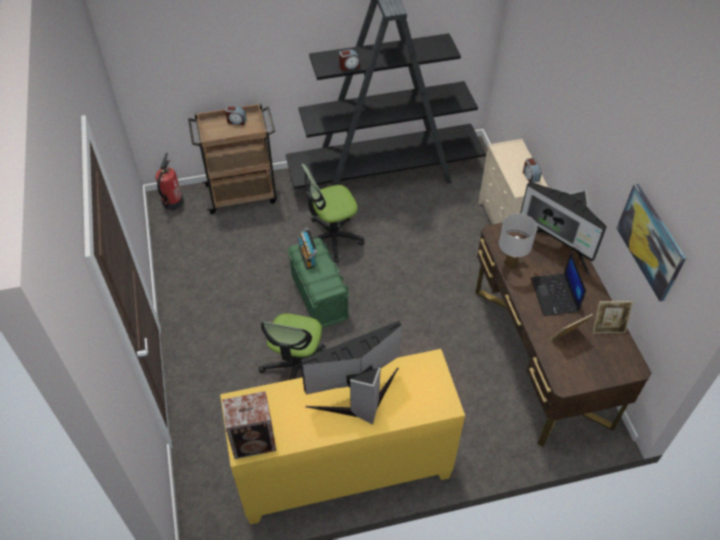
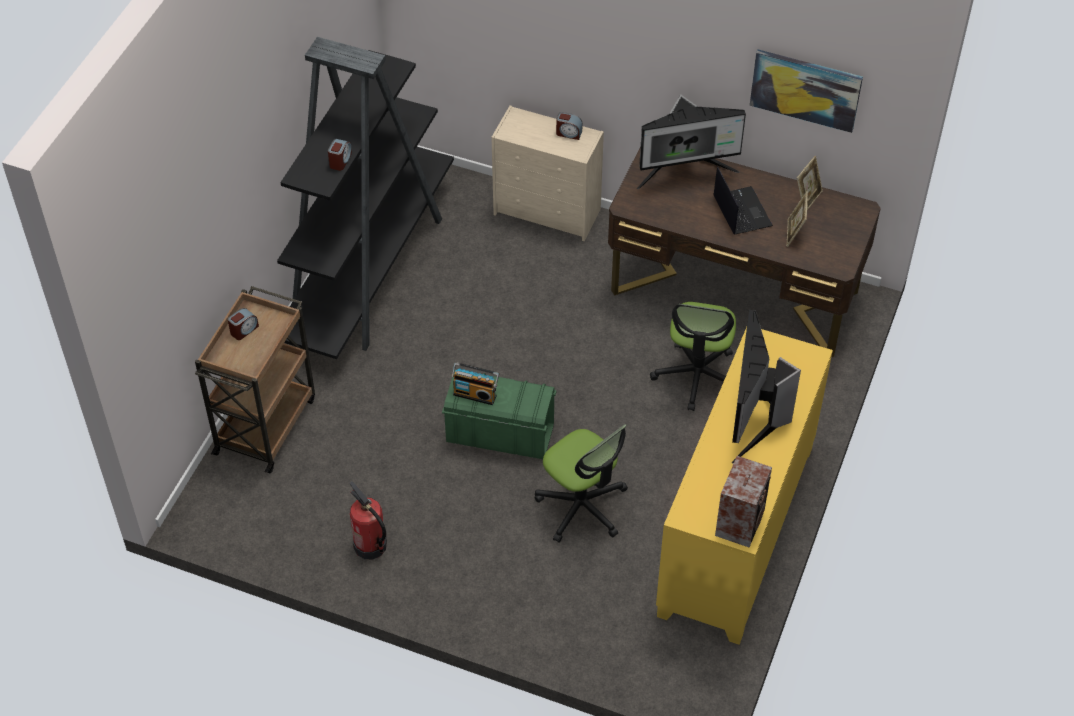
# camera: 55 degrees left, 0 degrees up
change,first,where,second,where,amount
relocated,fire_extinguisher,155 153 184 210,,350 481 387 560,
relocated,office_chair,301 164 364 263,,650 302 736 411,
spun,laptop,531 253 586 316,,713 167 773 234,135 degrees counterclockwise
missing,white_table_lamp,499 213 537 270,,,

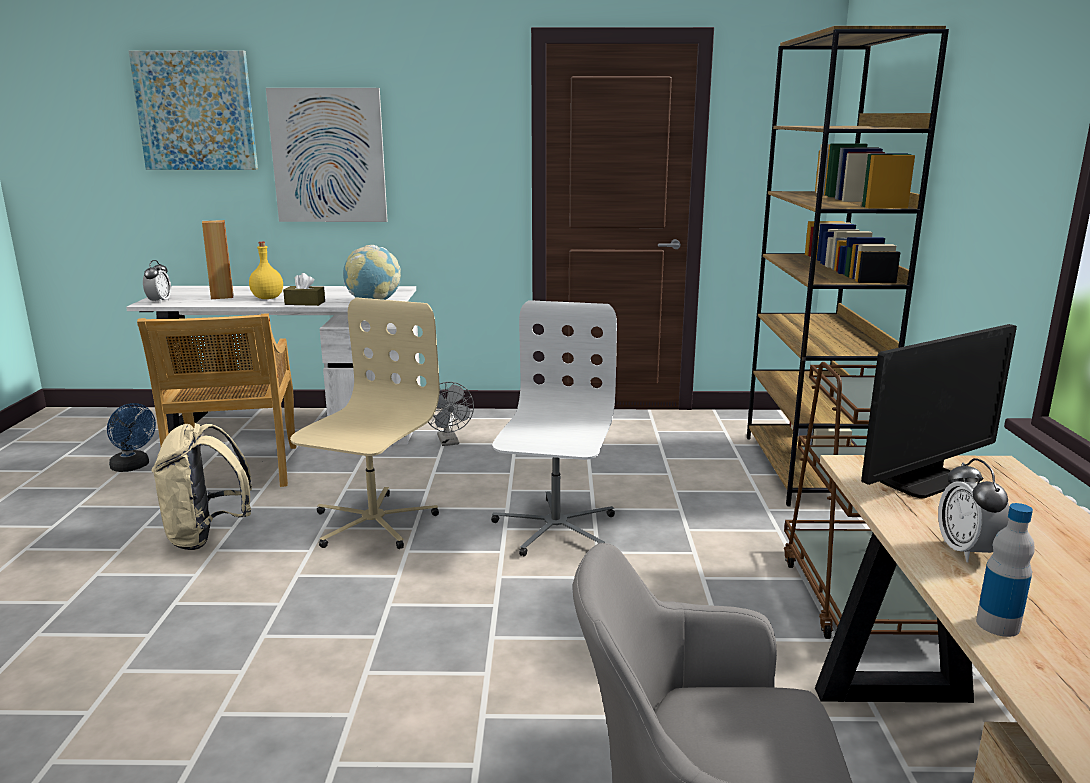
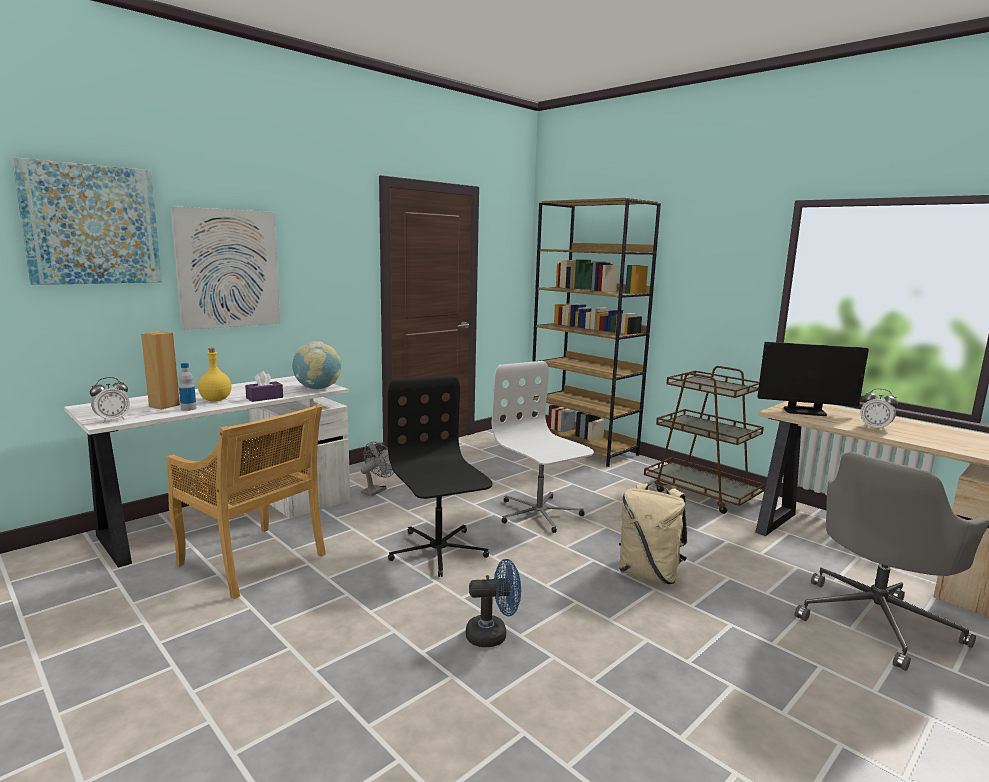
# camera: 45 degrees left, 5 degrees down
change,first,where,second,where,amount
spun,alarm_clock,143 260 171 304,,90 377 130 423,90 degrees clockwise
relocated,bottle,976 503 1035 637,,179 363 197 411,
colour,brown_tissue_box,283 273 325 306,purple_tissue_box,245 371 283 402,
spun,grey_fan,428 382 474 446,,361 441 394 497,90 degrees counterclockwise
colour,beige_office_chair,290 297 440 549,black_office_chair,387 375 493 577,
relocated,blue_fan,107 403 156 472,,466 559 521 647,
relocated,beige_backpack,152 423 252 550,,619 483 687 584,
spun,monitor,861 324 1017 498,,757 342 869 416,90 degrees clockwise

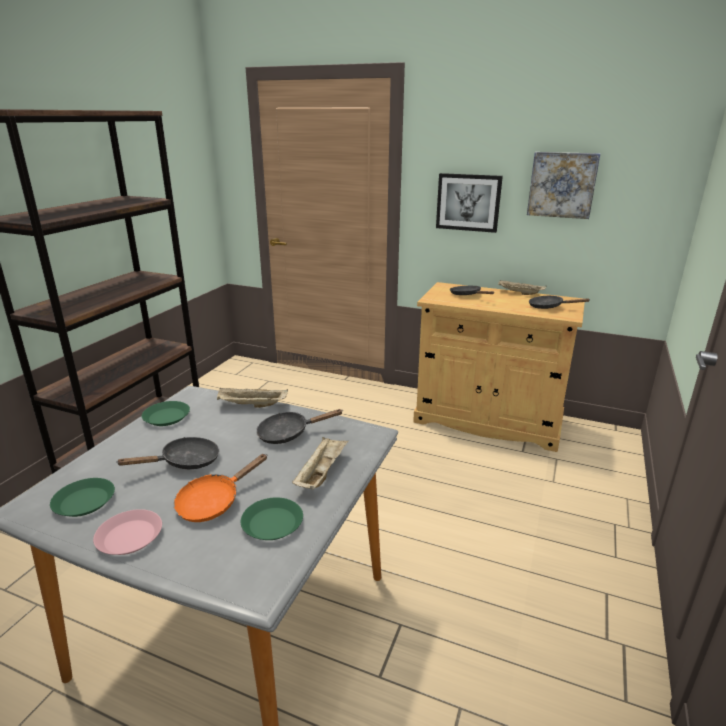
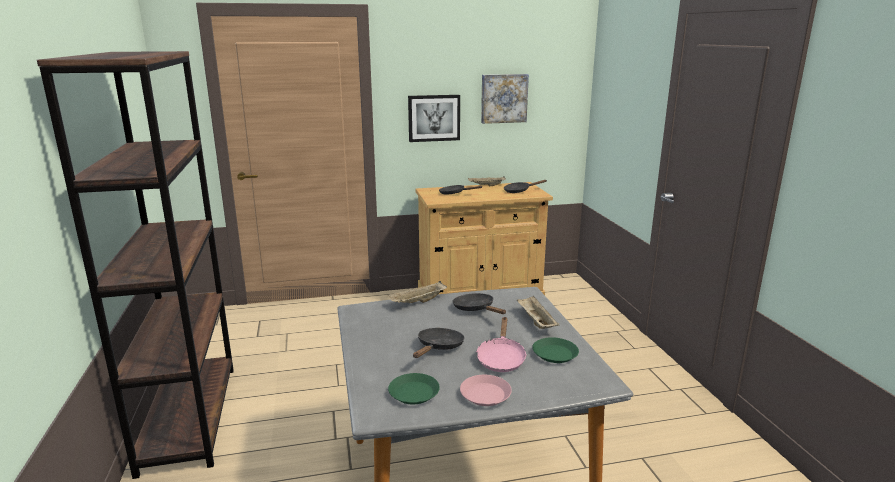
# camera: 35 degrees left, 5 degrees down
change,first,where,second,where,amount
spun,black_frying_pan,256 409 343 444,,452 293 506 314,105 degrees clockwise
colour,orange_frying_pan,174 454 267 522,pink_frying_pan,476 317 527 372,
missing,green_plate,142 401 190 426,,,

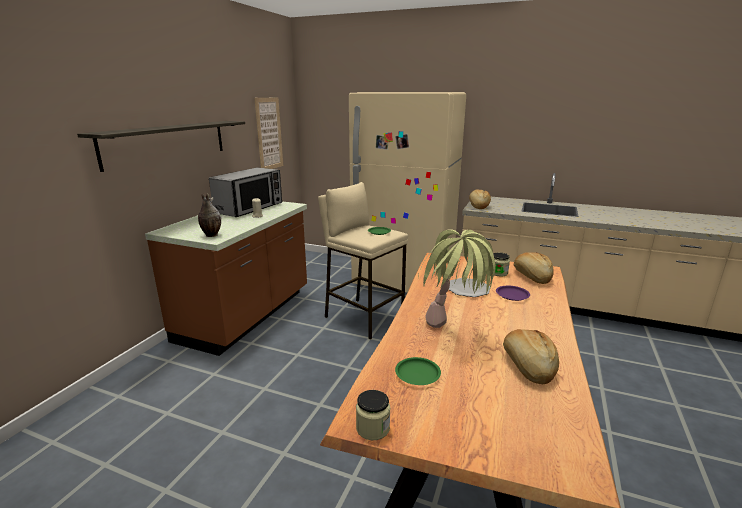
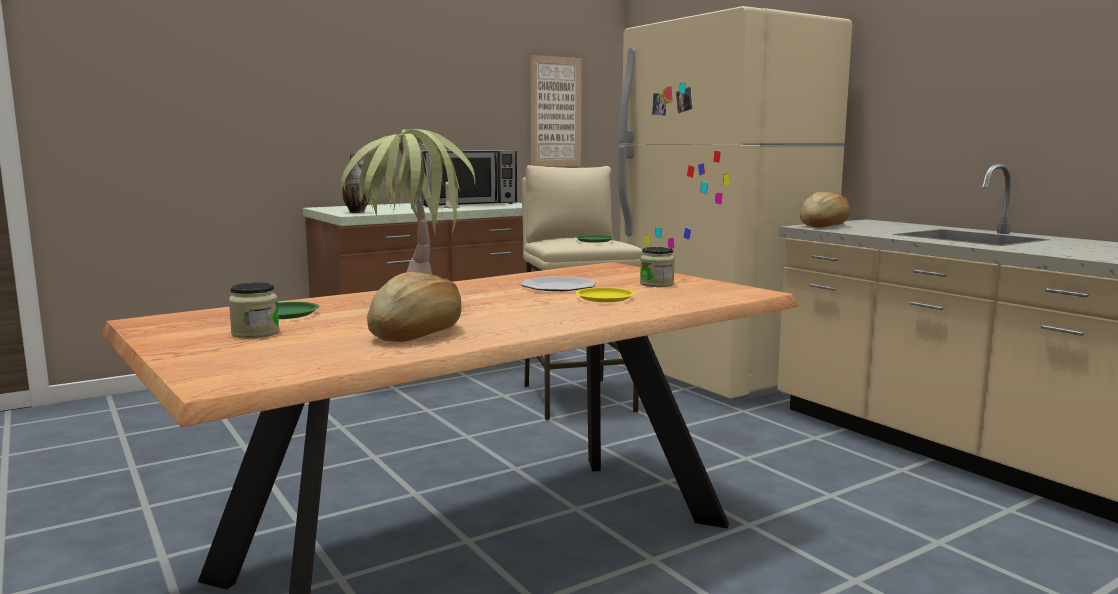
# camera: 35 degrees right, 10 degrees down
change,first,where,second,where,amount
relocated,jar,356 390 390 440,,229 282 280 338,
colour,purple_plate,496 286 530 301,yellow_plate,575 287 635 302,
missing,shelf,77 121 245 172,,,
missing,bread,514 252 554 284,,,

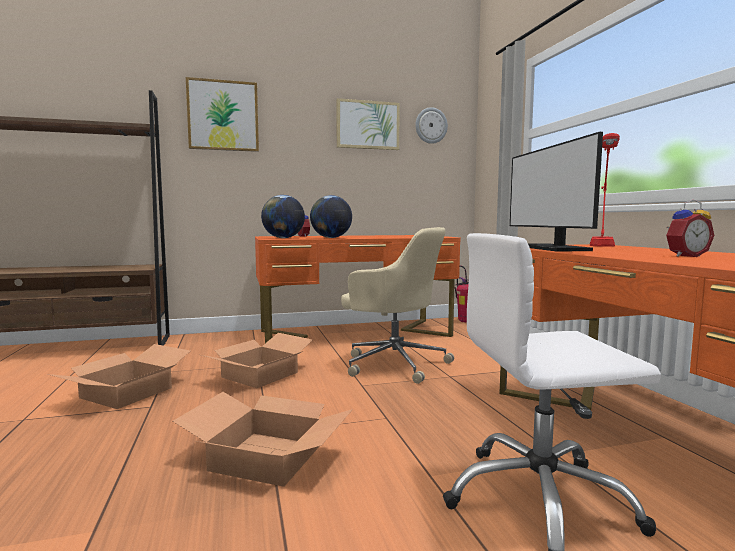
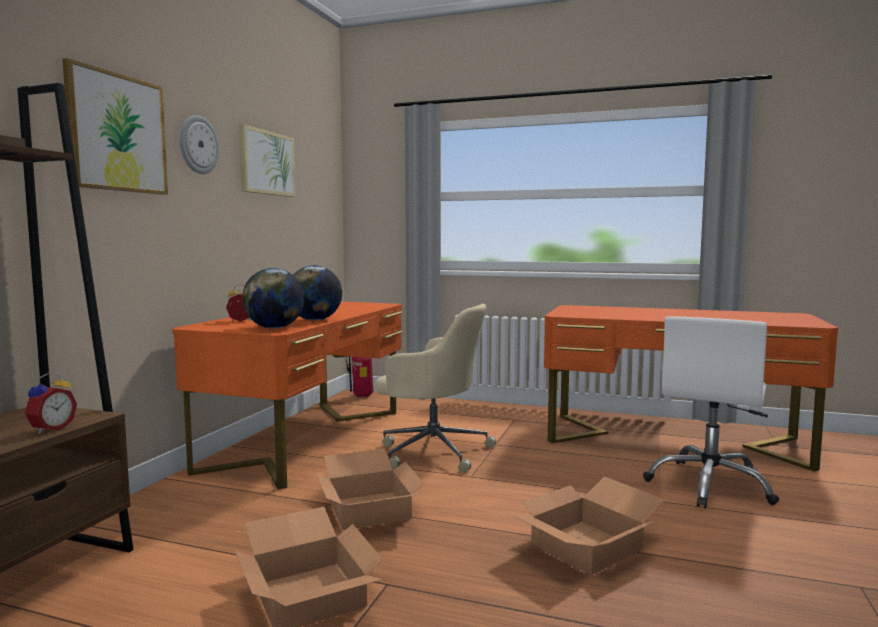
# camera: 55 degrees left, 0 degrees up
change,first,where,second,where,amount
relocated,alarm_clock,666 199 714 257,,25 372 77 434,
relocated,wall_clock,415 107 448 144,,179 115 219 174,
spun,beige_office_chair,341 227 454 384,,376 304 496 473,45 degrees clockwise
missing,monitor,510 132 603 252,,,
missing,red_table_lamp,590 133 620 247,,,

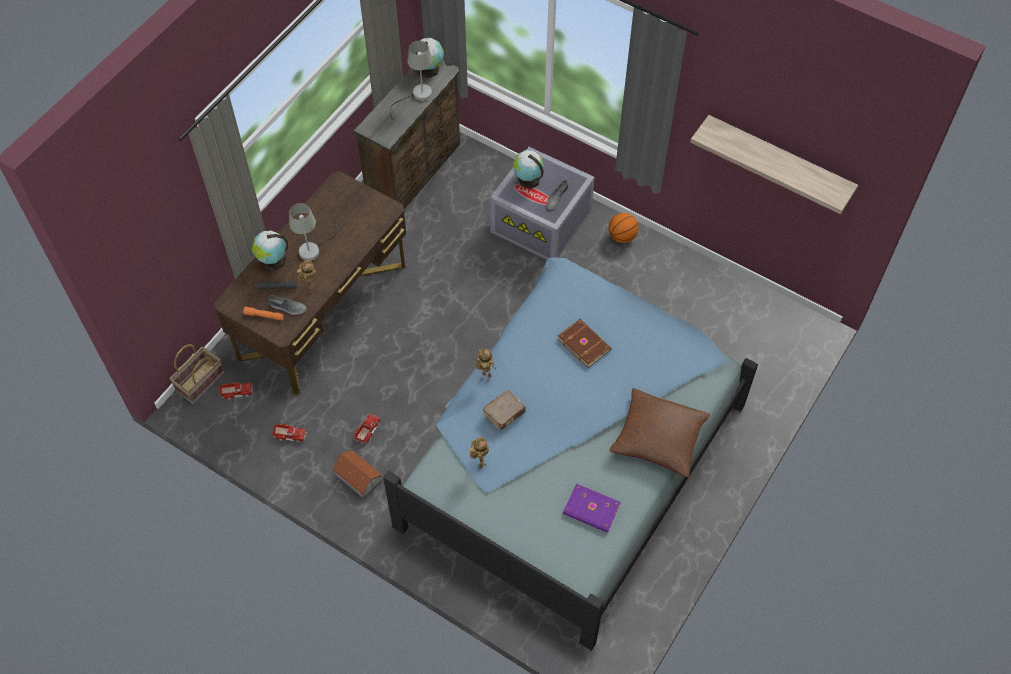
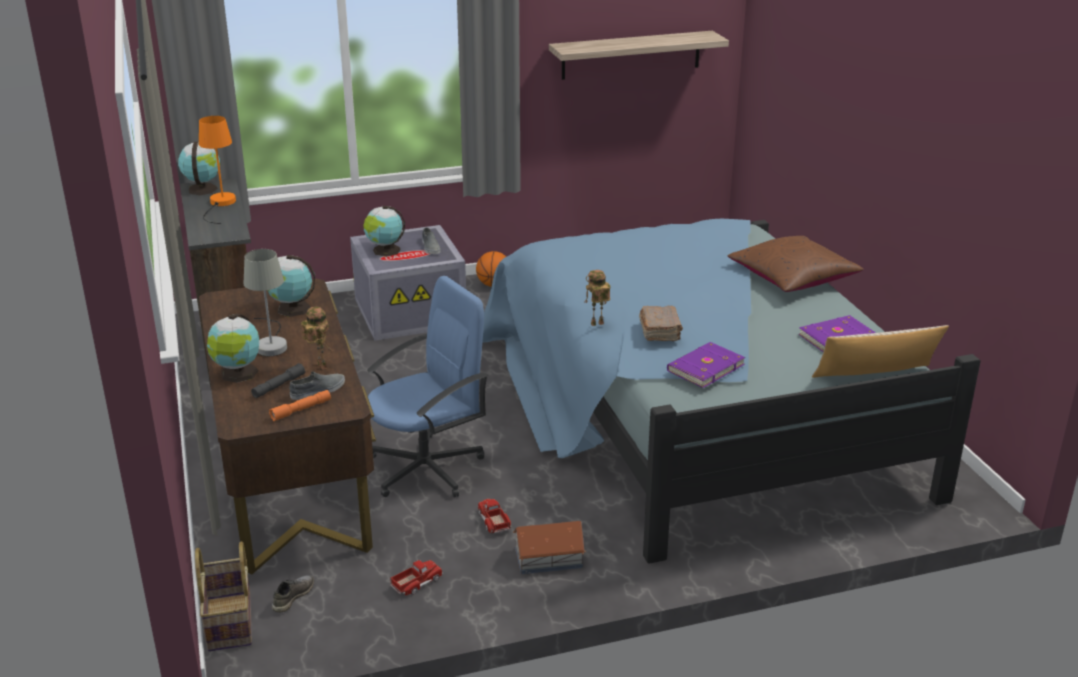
# camera: 50 degrees left, 30 degrees down
change,first,where,second,where,amount
colour,grey_table_lamp,390 41 432 120,orange_table_lamp,199 116 236 224,
appeared,,,globe,267 255 315 317,
exchanged,toy_truck,220 382 253 400,grey_shoe,272 575 314 612,
appeared,,,blue_office_chair,367 276 489 497,
exchanged,toy_robot,470 436 489 468,purple_book,667 342 745 388,
appeared,,,beige_pillow,812 325 949 378,
missing,brown_book,557 319 611 368,,,

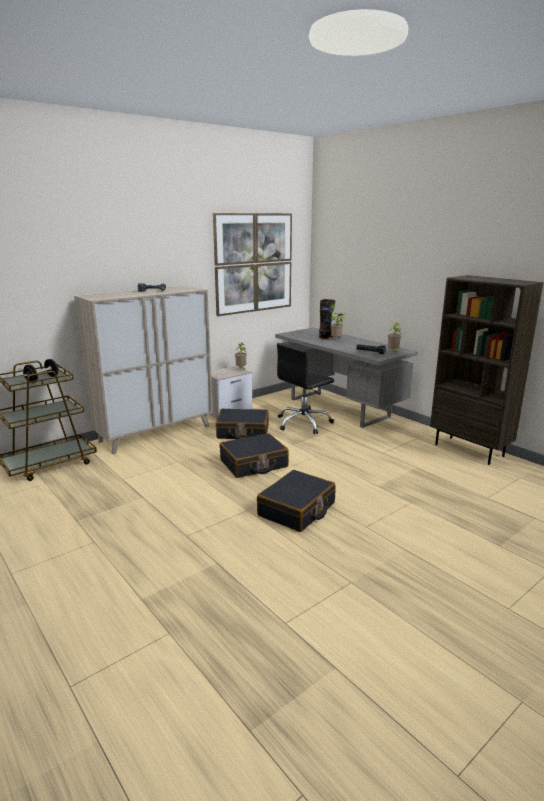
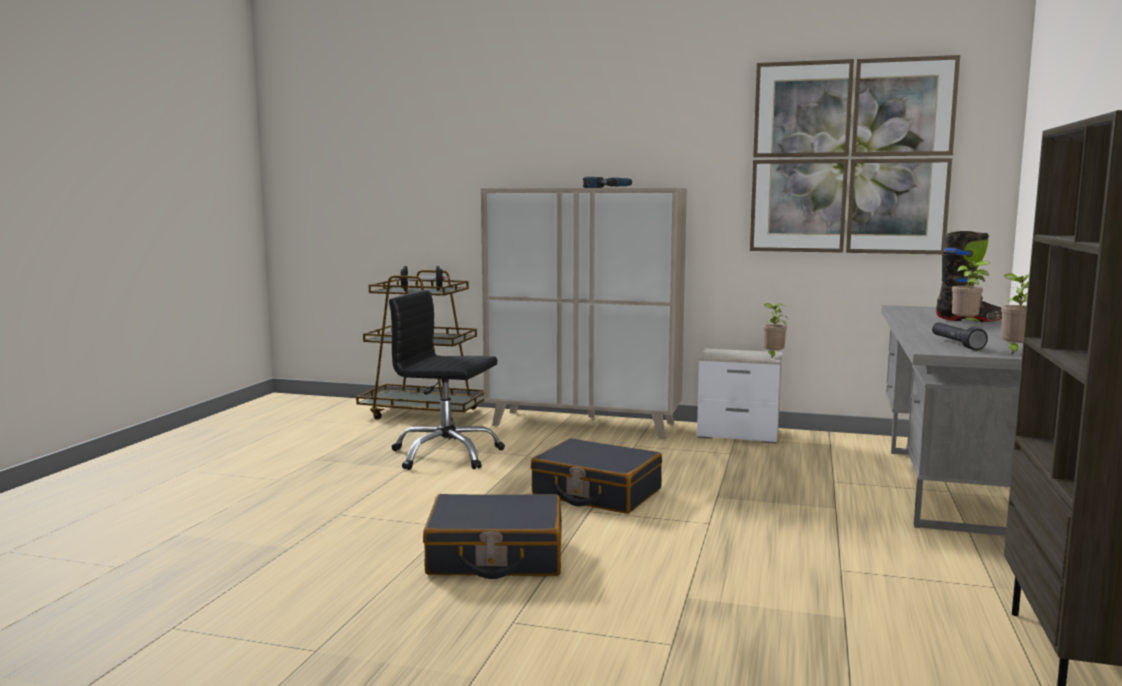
# camera: 55 degrees right, 10 degrees down
change,first,where,second,where,amount
relocated,black_office_chair,277 343 334 434,,389 290 505 470,
missing,black_suitcase,216 409 269 440,,,

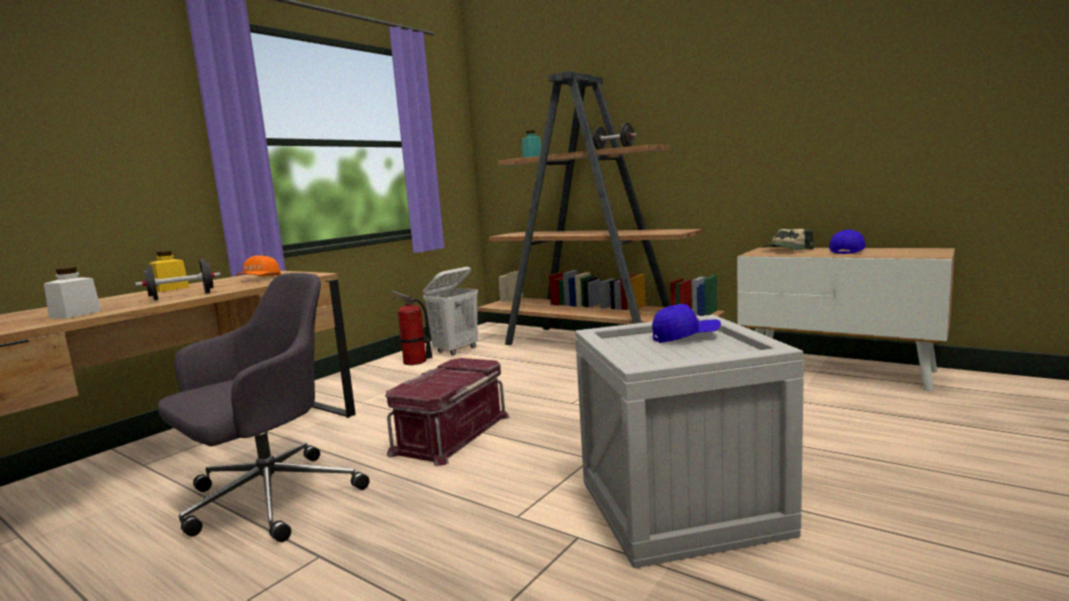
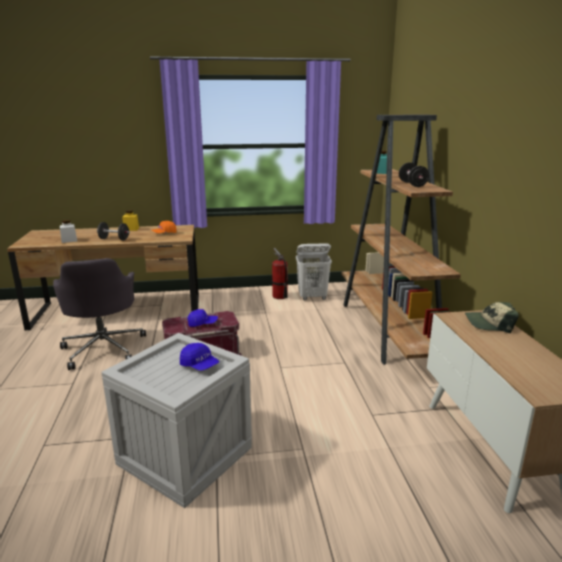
# camera: 45 degrees right, 10 degrees up
change,first,where,second,where,amount
spun,grey_office_chair,158 273 369 542,,53 258 146 370,75 degrees clockwise
relocated,blue_cap,829 229 866 254,,188 309 218 327,

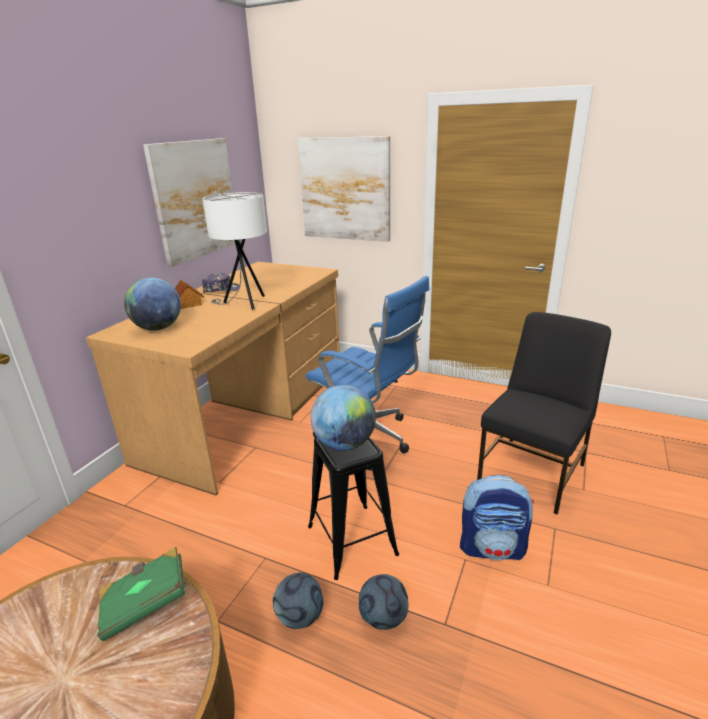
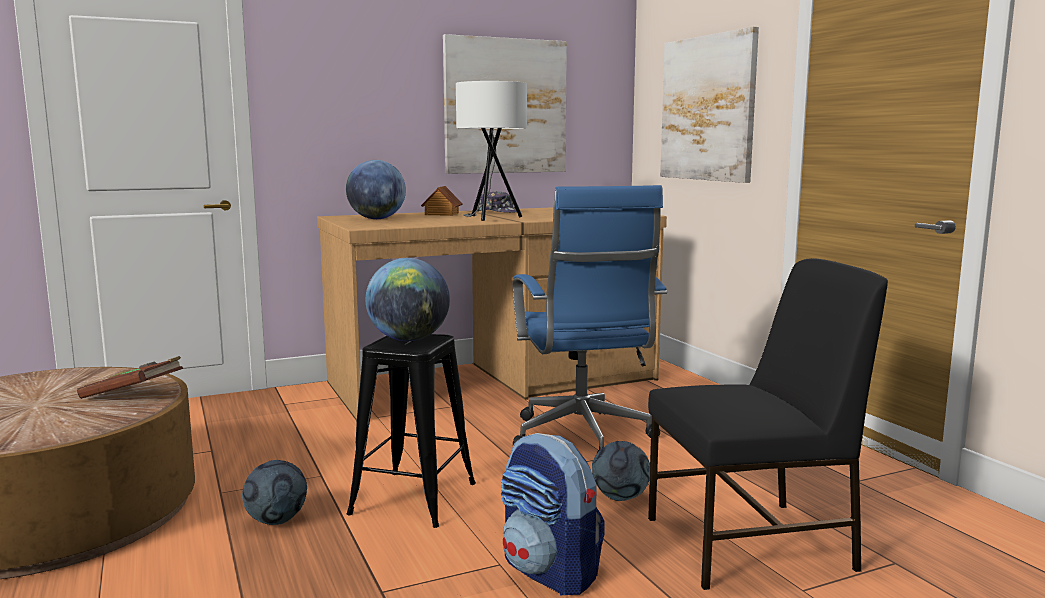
# camera: 40 degrees right, 15 degrees down
change,first,where,second,where,amount
colour,green_book,98 547 185 641,brown_book,77 356 183 399,
relocated,football,359 574 409 630,,592 441 650 501,

